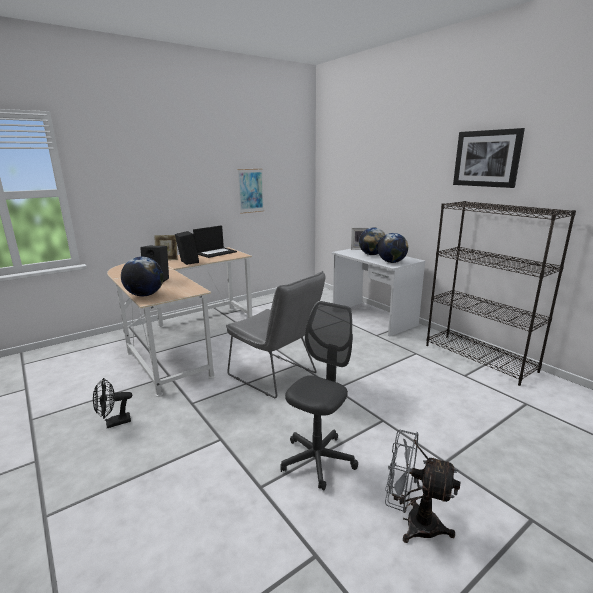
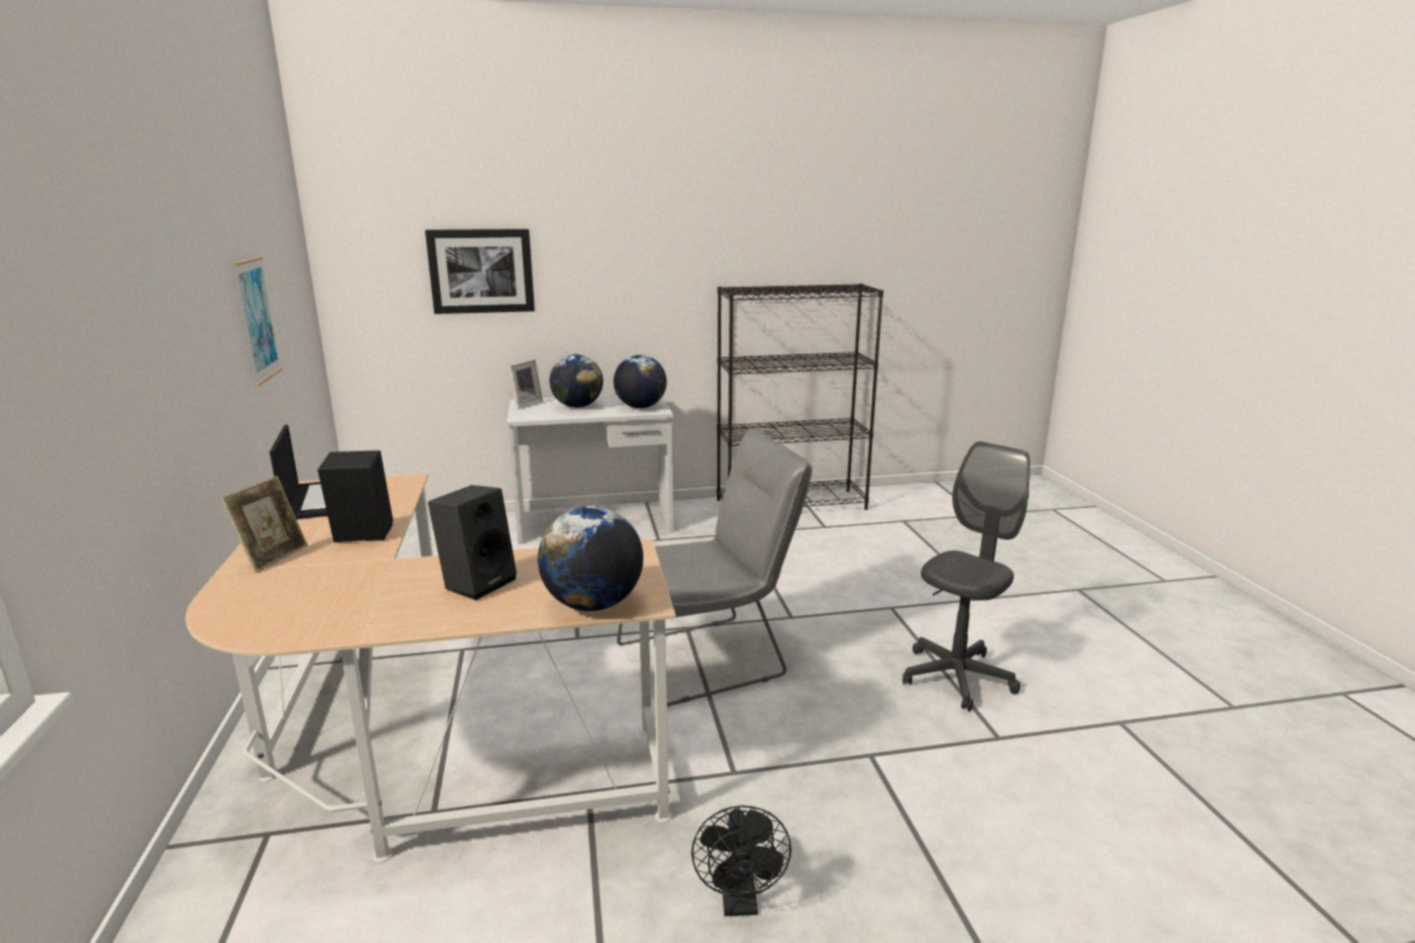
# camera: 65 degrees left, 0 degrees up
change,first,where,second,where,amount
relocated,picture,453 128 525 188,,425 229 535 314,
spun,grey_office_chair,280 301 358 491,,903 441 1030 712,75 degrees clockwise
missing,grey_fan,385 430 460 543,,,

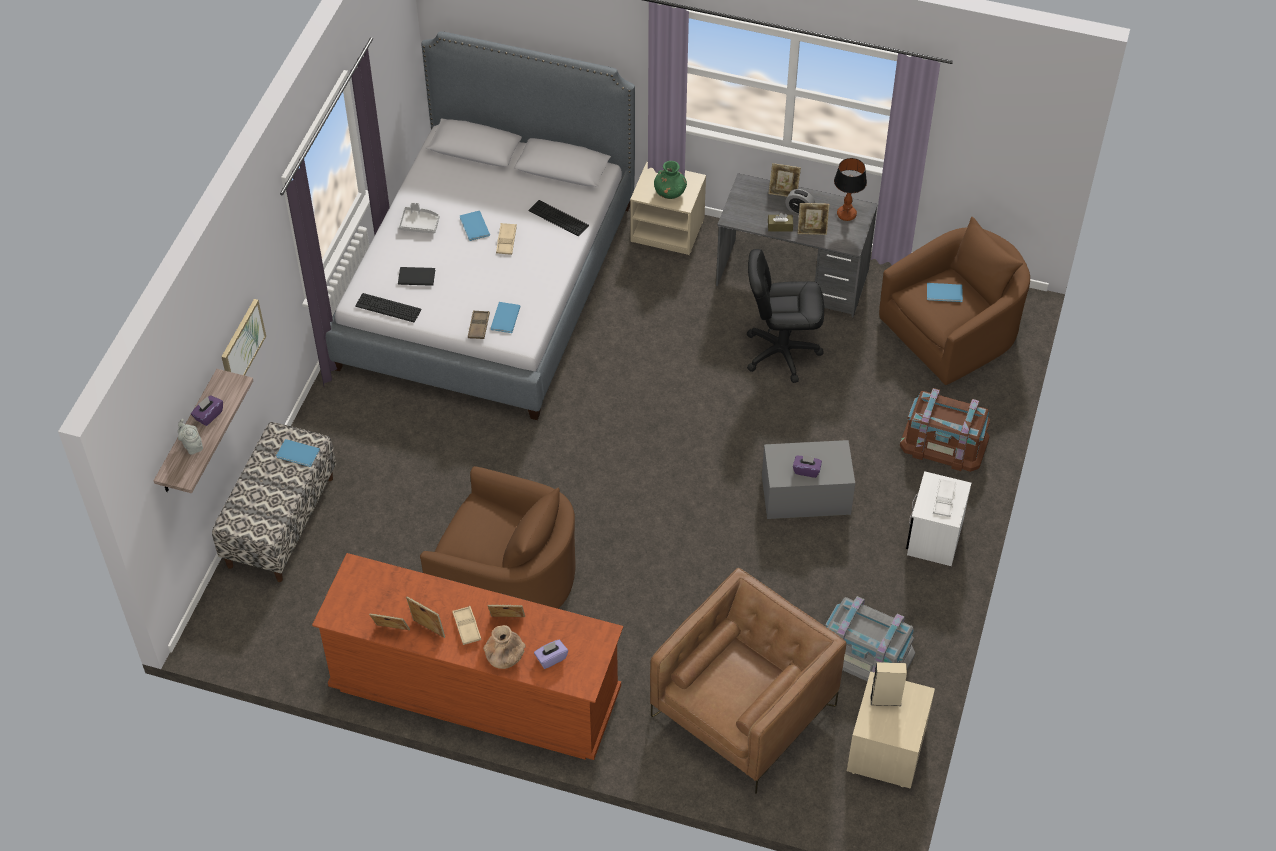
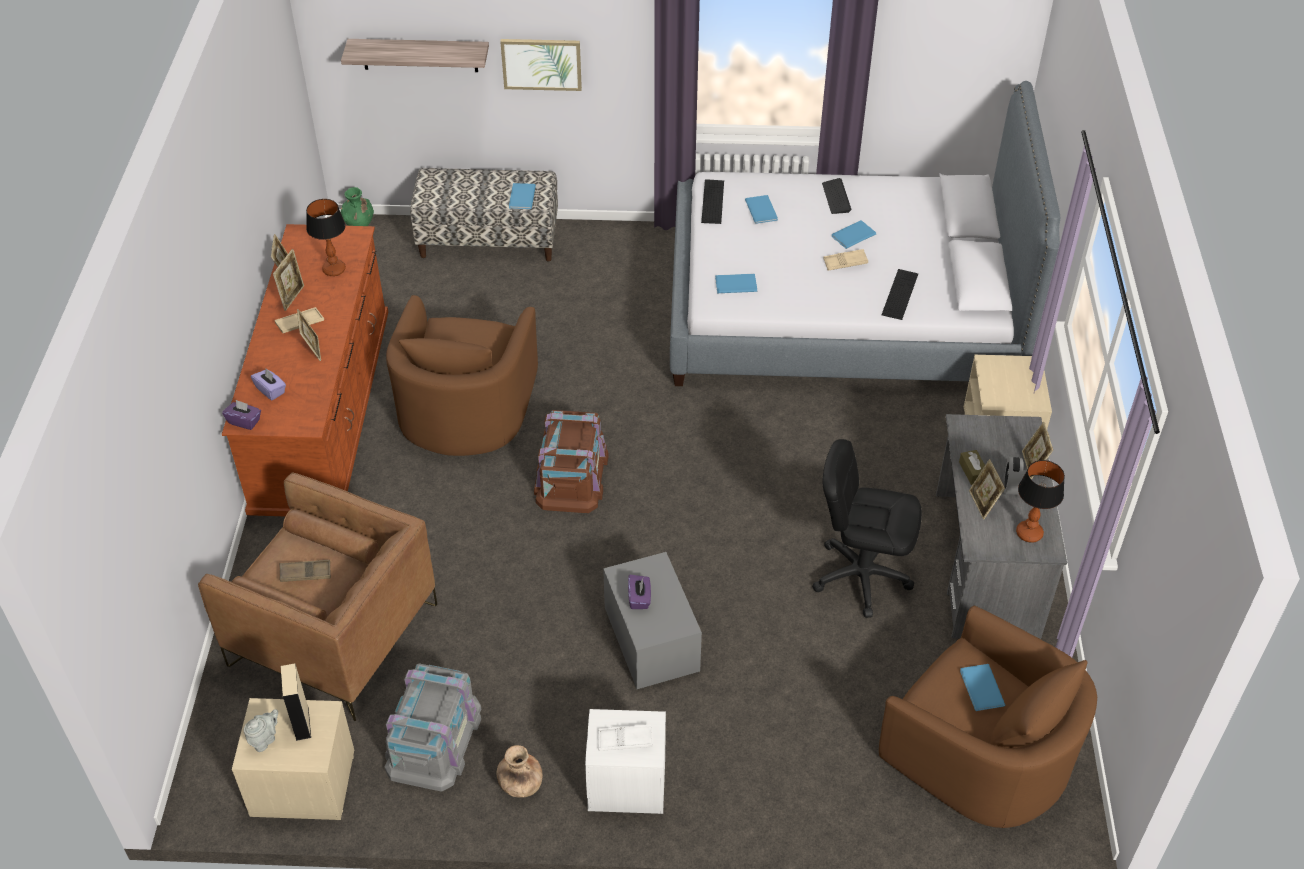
# camera: 75 degrees right, 5 degrees down
change,first,where,second,where,amount
relocated,purple_tissue_box,191 395 223 426,,222 400 261 430,
relocated,grey_teapot,178 419 203 455,,243 709 278 752,
relocated,brown_tray,468 310 490 339,,280 560 331 582,
appeared,,,table_lamp,306 199 346 276,
relocated,green_vase,654 161 687 199,,341 187 374 226,
relocated,brown_vase,483 625 526 669,,497 745 543 798,
relocated,brown_storage_box,900 388 990 472,,534 410 608 513,
colour,black_book,398 267 435 286,blue_book,745 195 778 224,
spun,black_office_chair,747 249 824 383,,812 439 922 618,60 degrees counterclockwise
exchanged,grey_tray,399 202 440 233,keyboard,822 178 852 214,

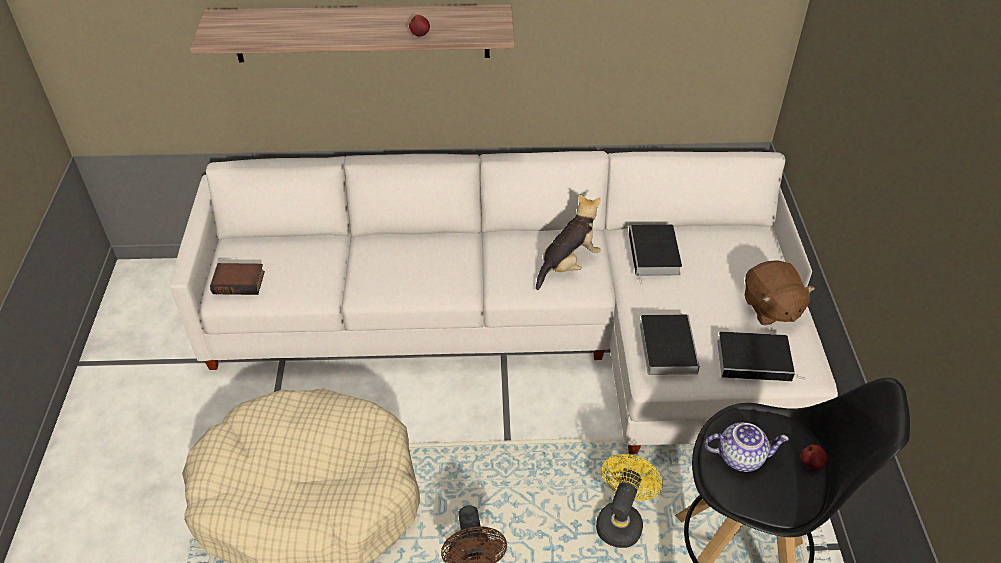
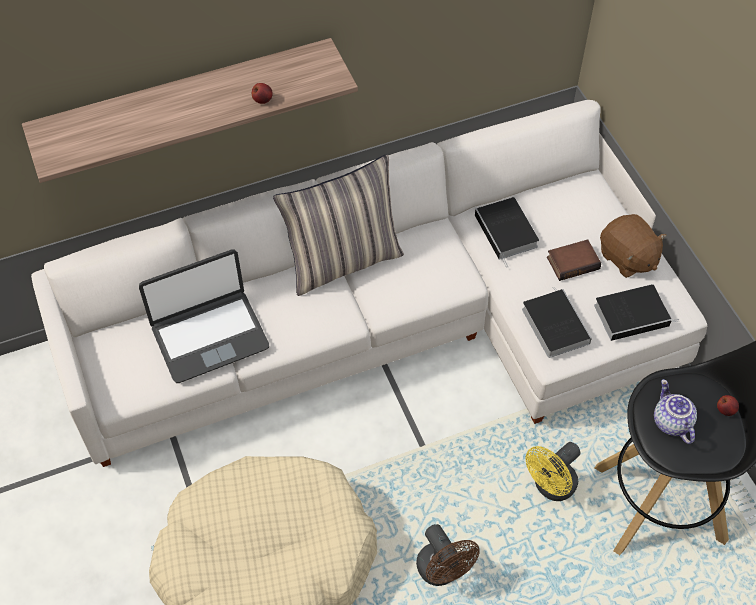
# camera: 20 degrees left, 10 degrees up
change,first,where,second,where,amount
appeared,,,laptop,139 249 269 383,
appeared,,,pillow,273 154 404 296,
spun,yellow_fan,596 454 663 548,,525 442 581 501,135 degrees counterclockwise
relocated,book,210 263 265 295,,547 239 601 281,
spun,teapot,704 422 789 472,,654 379 697 444,90 degrees counterclockwise
missing,plush_toy,536 194 601 290,,,

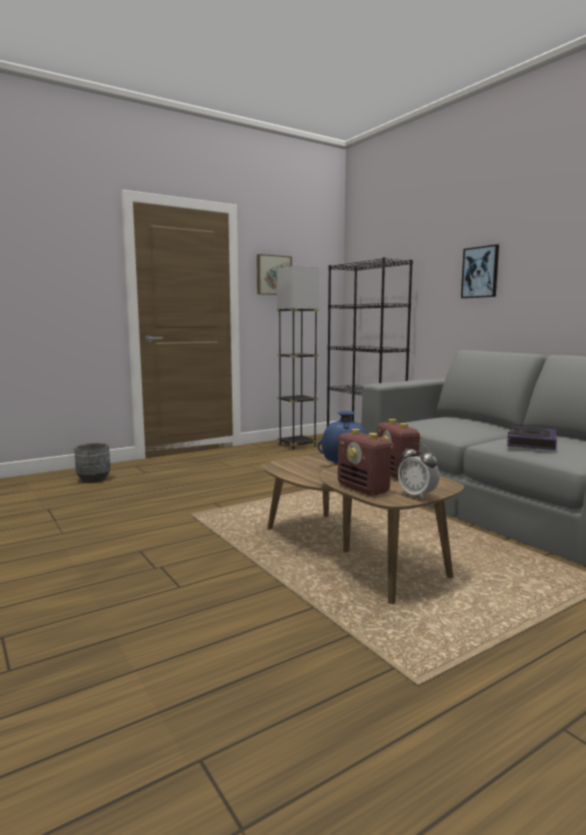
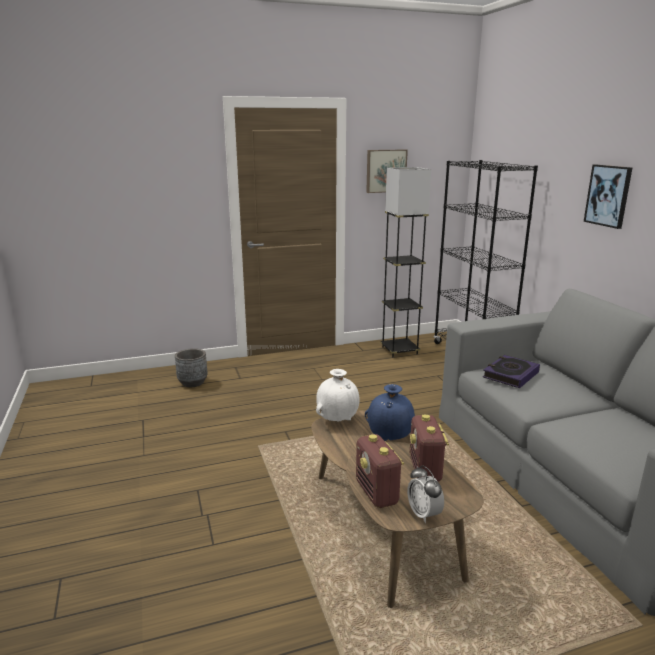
# camera: 15 degrees right, 10 degrees up
change,first,where,second,where,amount
appeared,,,white_vase,316 369 360 422,
relocated,book,507 426 556 450,,483 355 540 388,

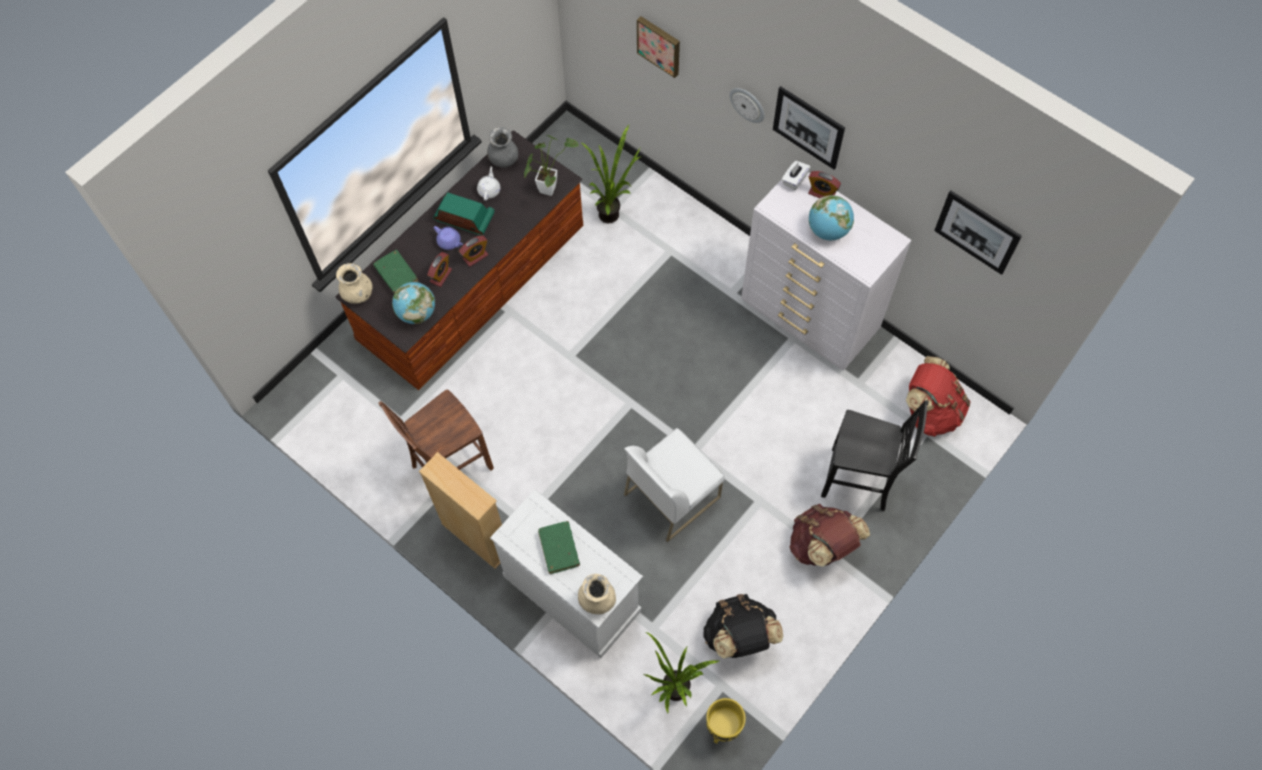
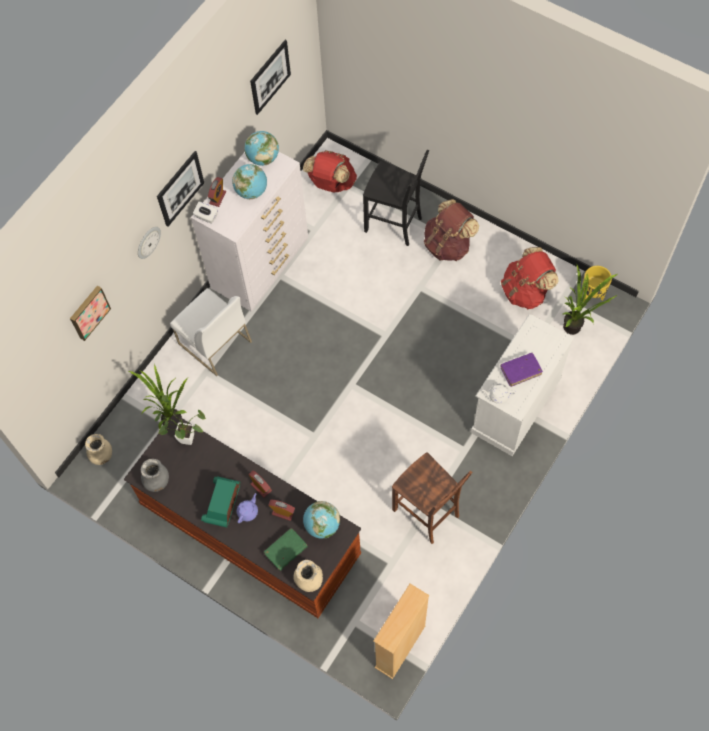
# camera: 95 degrees left, 0 degrees up
change,first,where,second,where,amount
relocated,beige_vase,578 574 616 614,,85 434 112 465,
relocated,white_chair,624 428 725 542,,170 288 252 376,
appeared,,,globe,245 131 279 166,
spun,black_chair,821 400 929 511,,363 150 429 246,105 degrees clockwise
relocated,beige_bookcase,419 452 502 569,,374 584 429 679,
relocated,white_teapot,477 166 500 201,,482 384 516 404,
colour,green_book,538 521 580 574,purple_book,500 353 543 387,
colour,black_backpack,703 594 783 659,red_backpack,501 247 558 309,

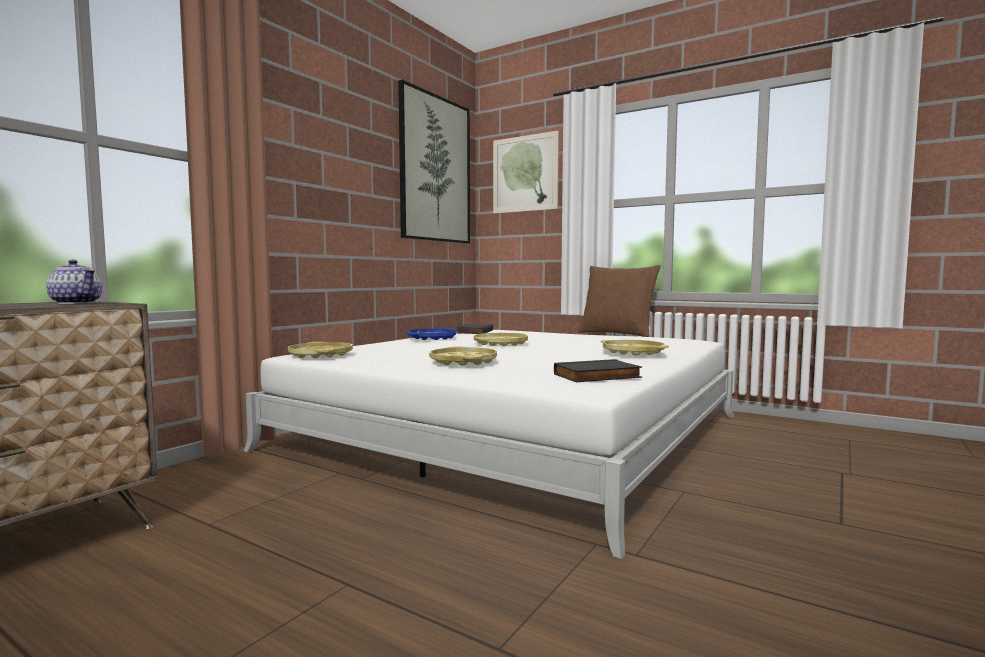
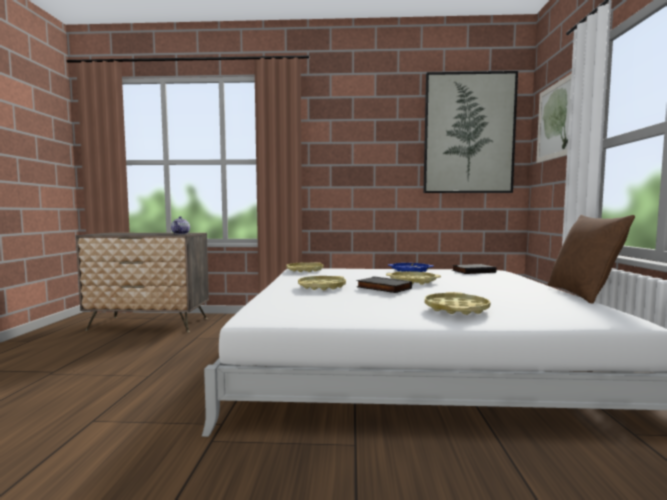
# camera: 60 degrees right, 0 degrees up
change,first,where,second,where,amount
relocated,black_book,554 359 642 382,,357 276 412 293,

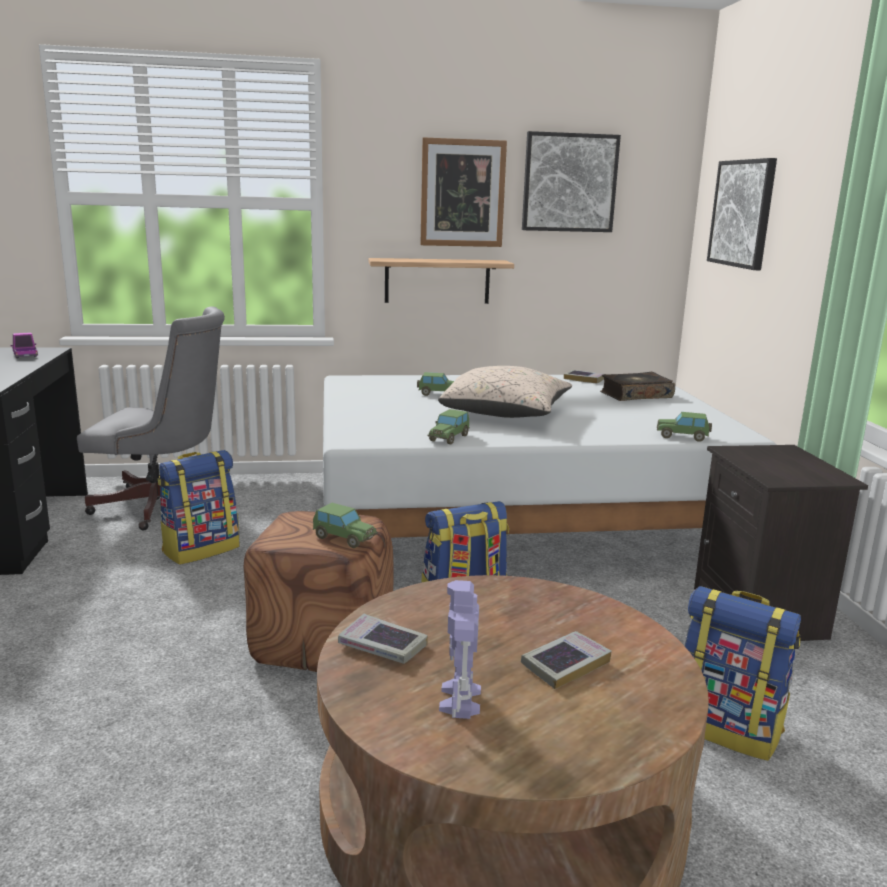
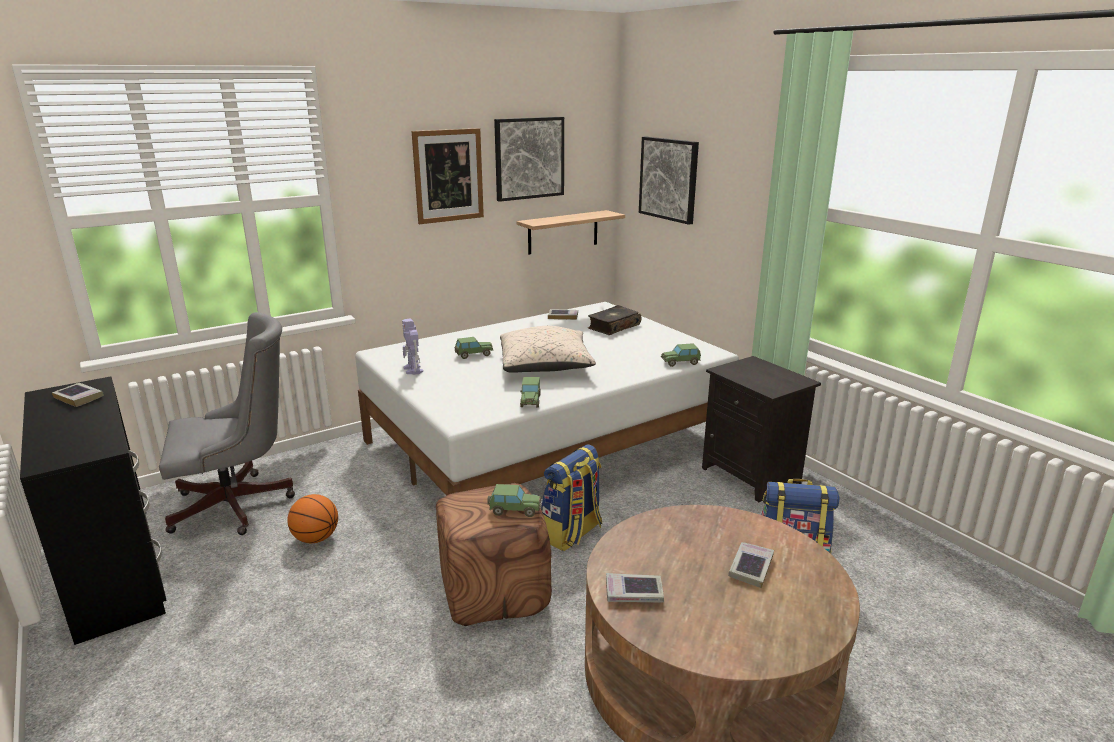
# camera: 25 degrees left, 5 degrees up
change,first,where,second,where,amount
exchanged,toy_truck,10 332 38 358,book,52 383 104 407,
exchanged,backpack,158 450 239 565,basketball,287 494 338 543,
relocated,toy_robot,439 580 481 719,,402 318 423 375,
relocated,shelf,368 258 514 304,,517 210 625 255,

